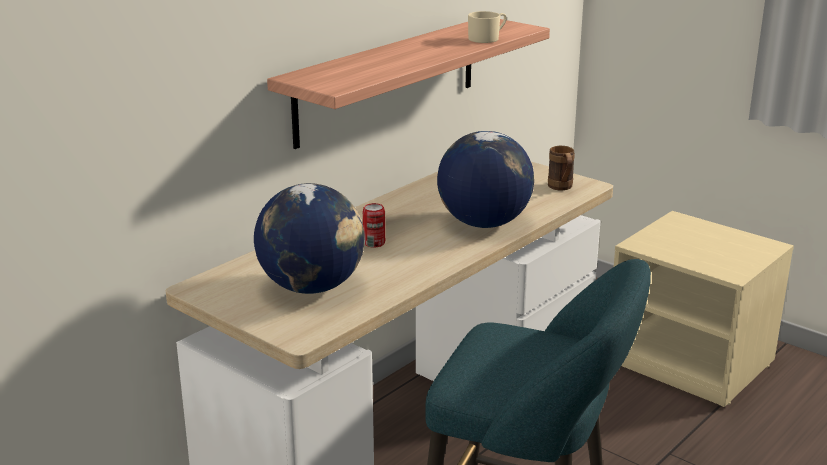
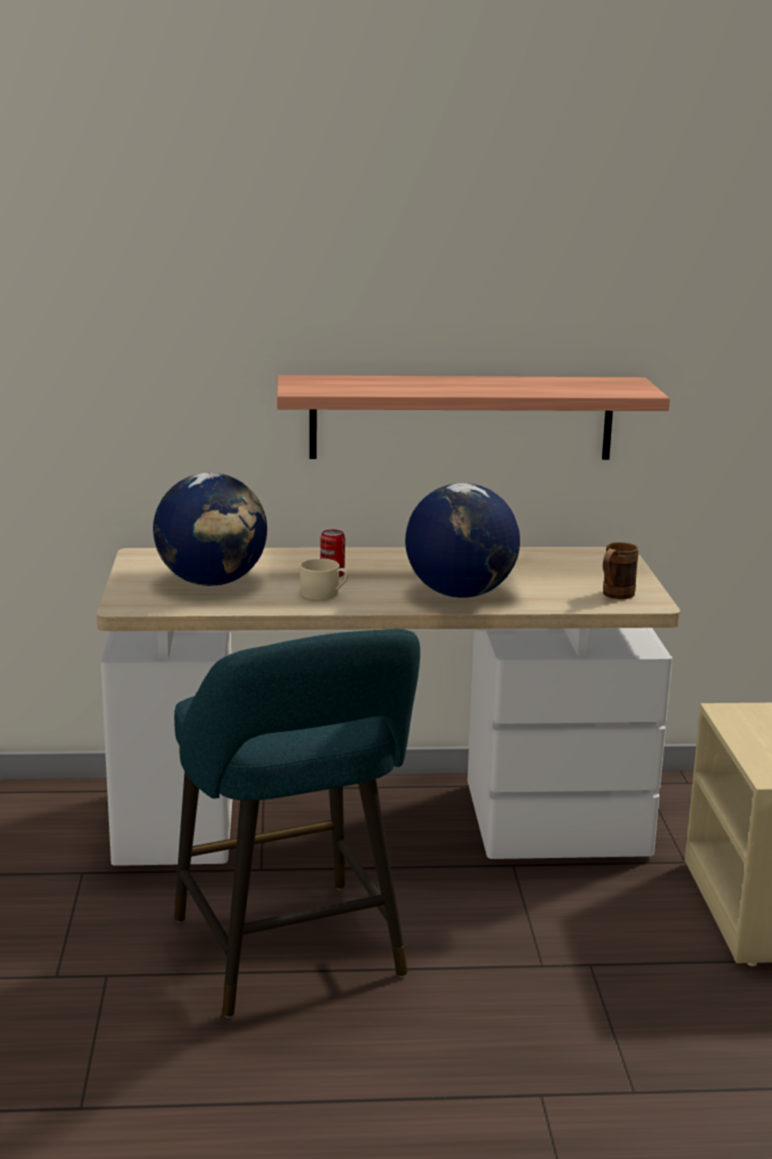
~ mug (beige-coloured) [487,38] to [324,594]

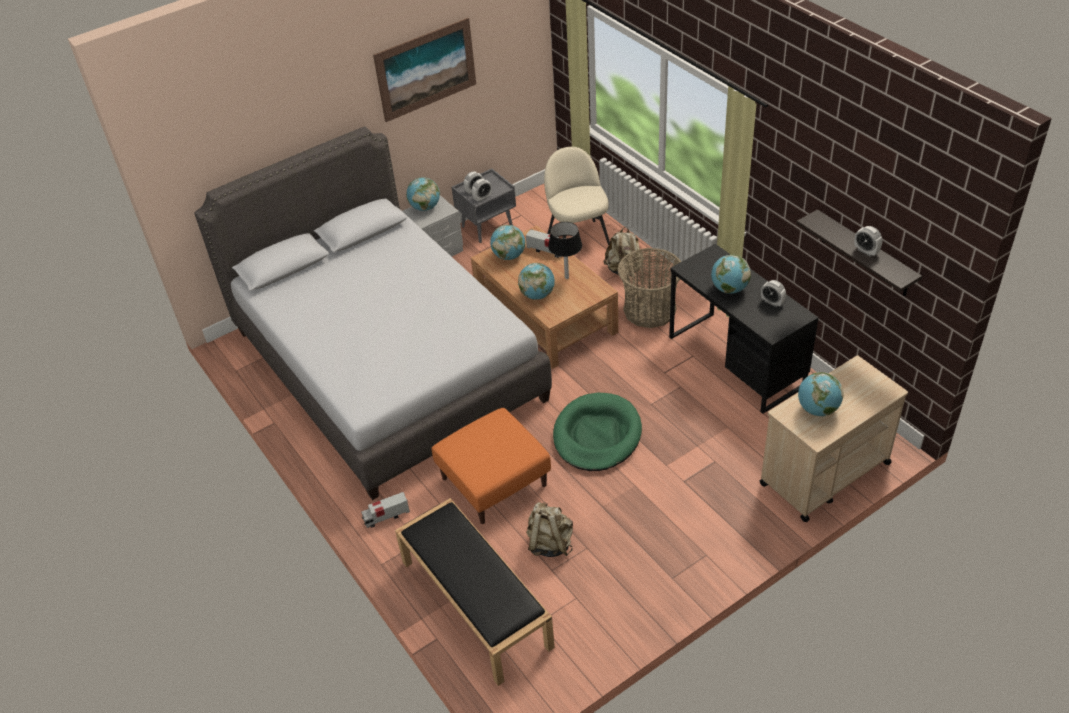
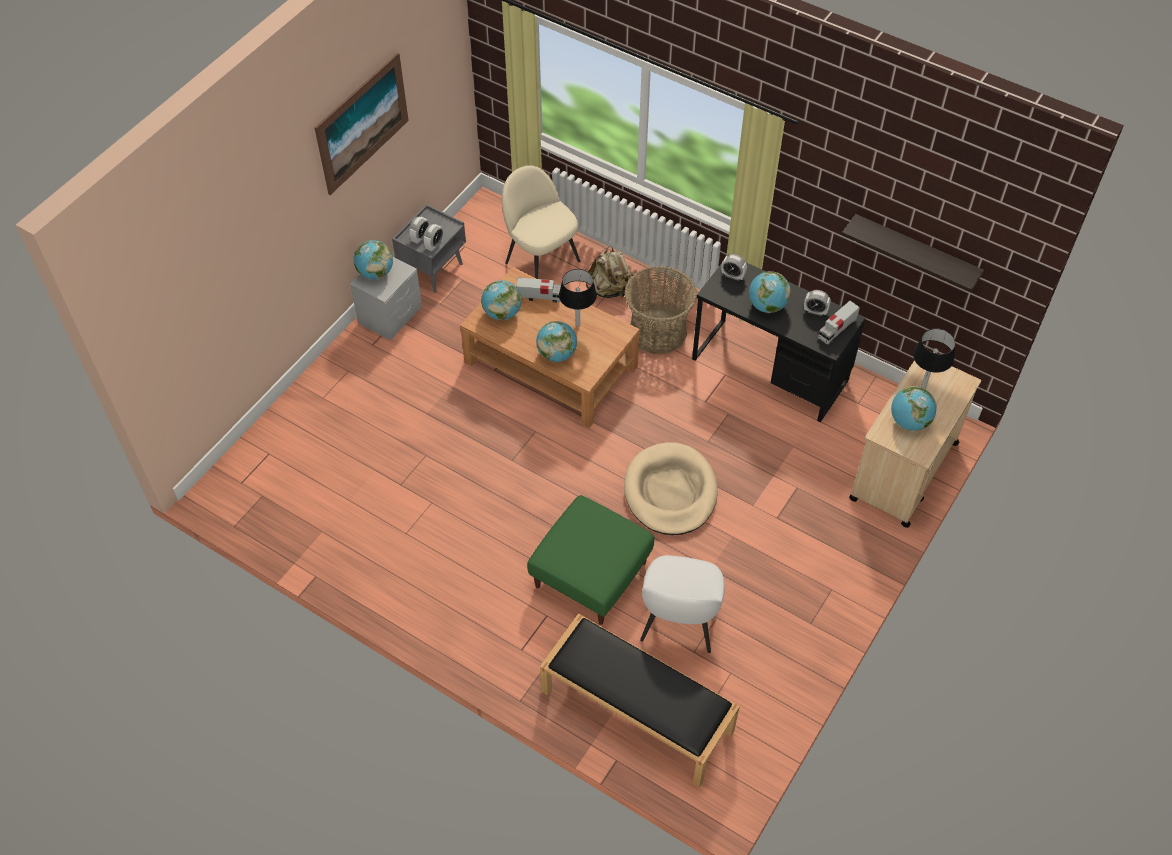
- bed (gray) [387,365]
+ tabletop lamp (black) [923,387]
~ model truck [386,517] to [836,330]
~ alarm clock [866,251] to [733,275]
~ knapsack (beige-coloured) [550,543] to chair (whitish) [678,624]
~ footrest (orange-coloured) [494,481] to footrest (green) [590,573]
~ pet bed (green) [597,435] to pet bed (beige-coloured) [670,492]

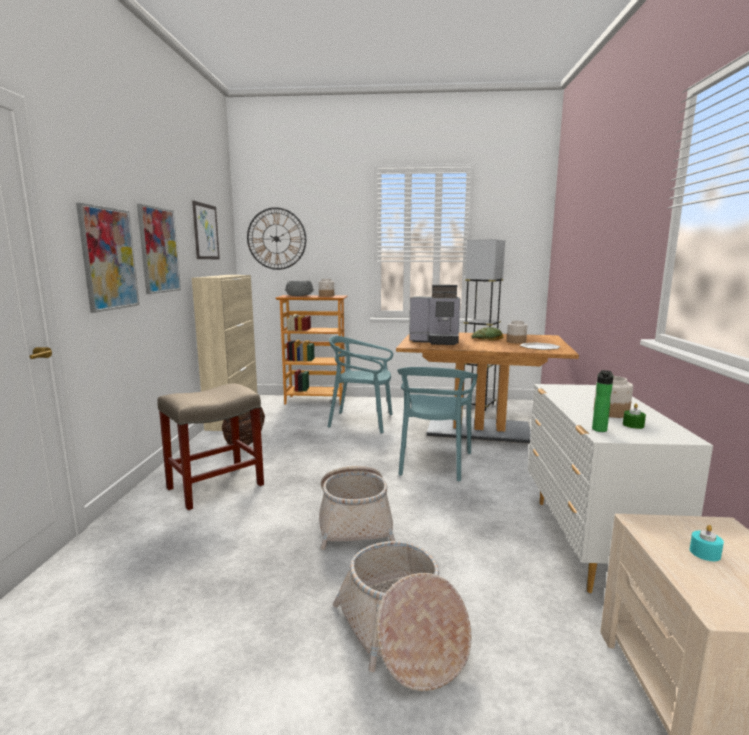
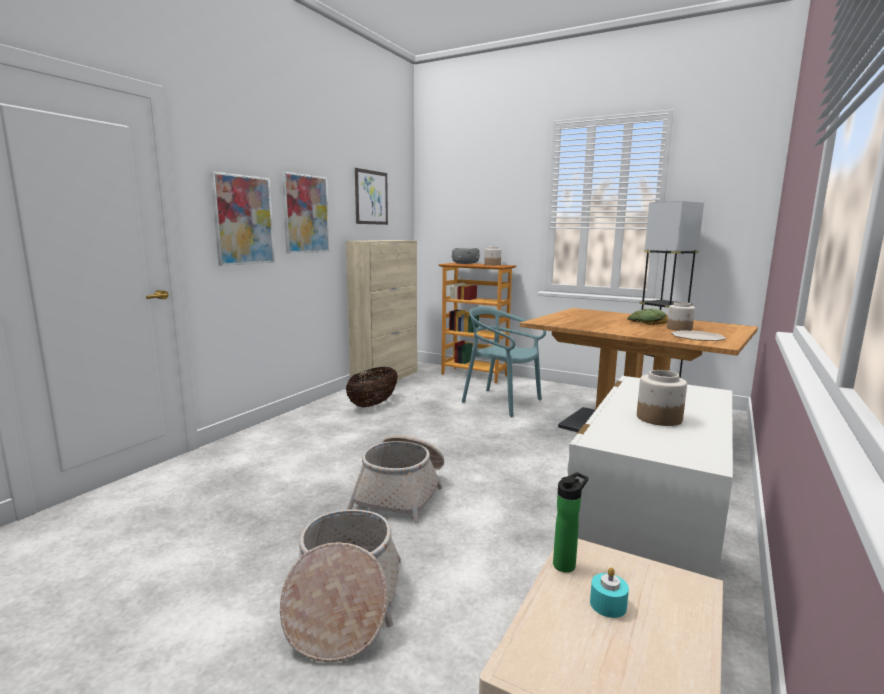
- sitting stool (beige-coloured) [216,486]
- clock on the wall [276,239]
- chair (turquoise) [433,462]
- coffee brewer [436,341]
- wax light (green) [633,425]
~ drink bottle [599,429] to [566,564]

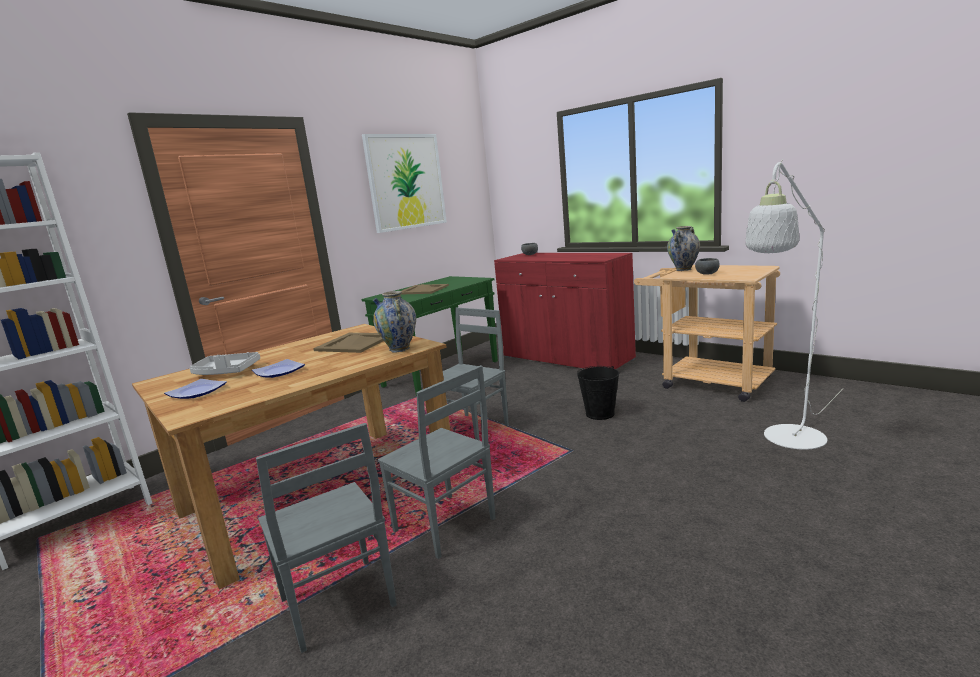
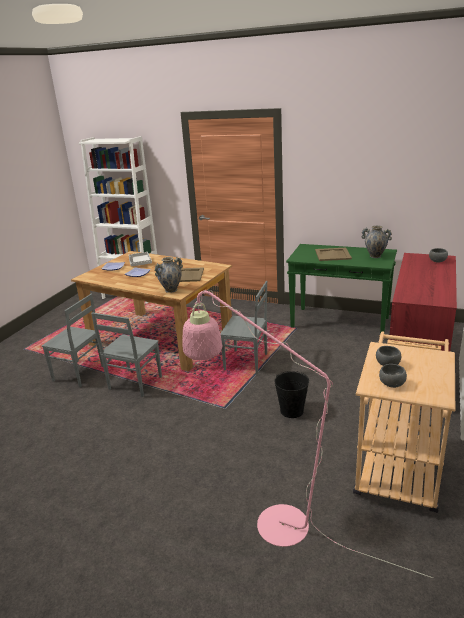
- picture [406,182]
+ serving bowl (gray) [391,383]
~ decorative vase [683,269] to [375,256]
~ standing lamp (whitish) [789,442] to standing lamp (pinkish) [269,520]
~ chair (gray) [337,605] = [79,374] 105 degrees counterclockwise

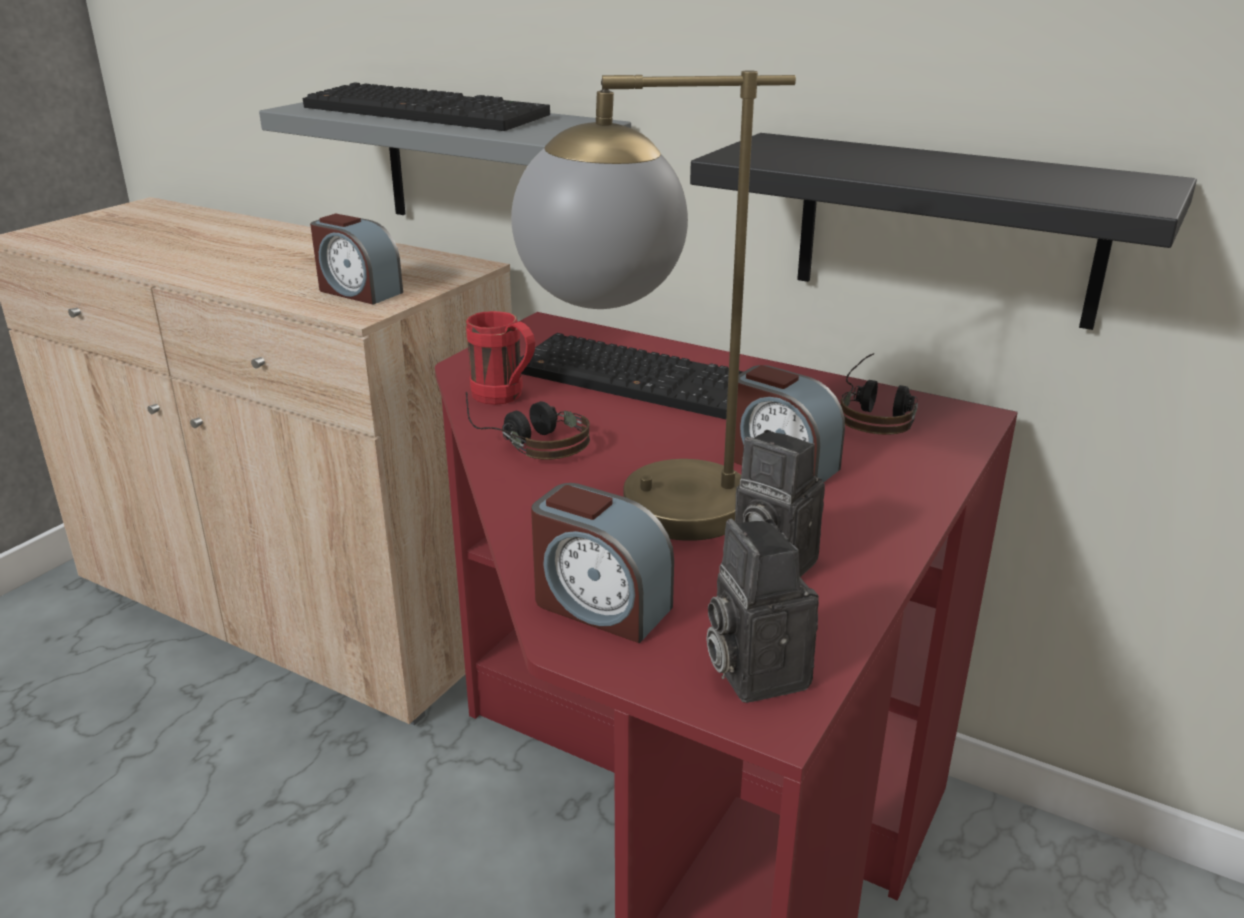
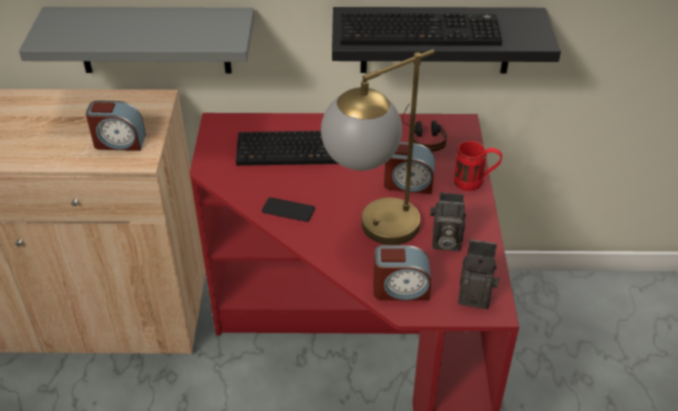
~ keyboard [428,112] to [420,31]
~ mug (reddish) [505,398] to [475,183]
~ headphones [528,440] to handset [288,210]
~ photo camera [753,671] = [476,295] 150 degrees clockwise

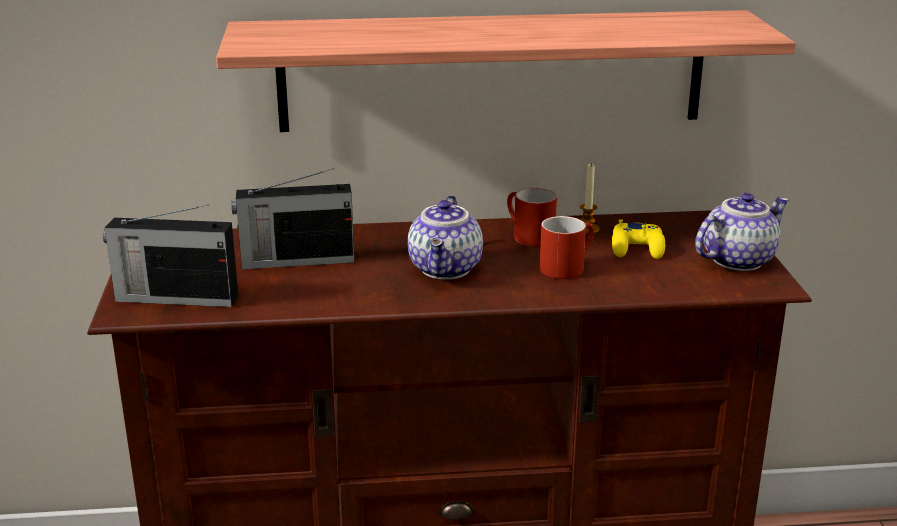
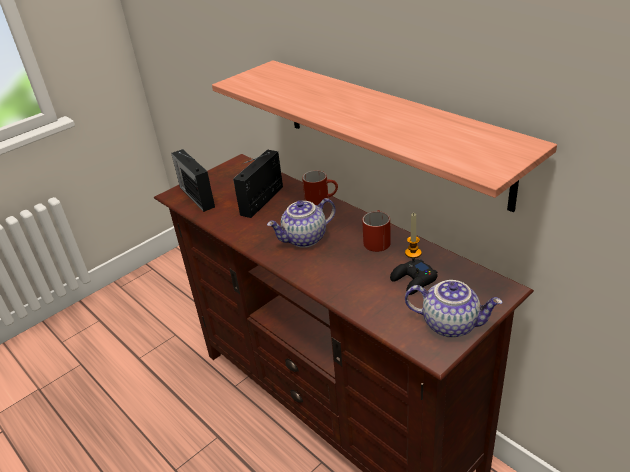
~ mug (reddish) [567,266] to [321,199]
~ joypad (yellow) [637,248] to joypad (black) [413,281]
~ radio set [295,260] = [263,200] 75 degrees clockwise

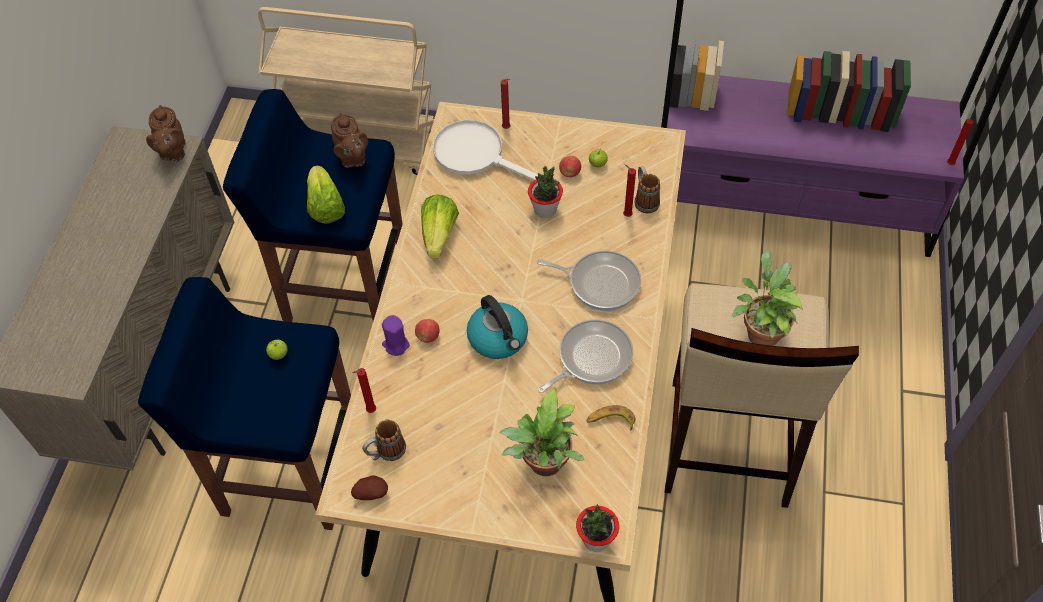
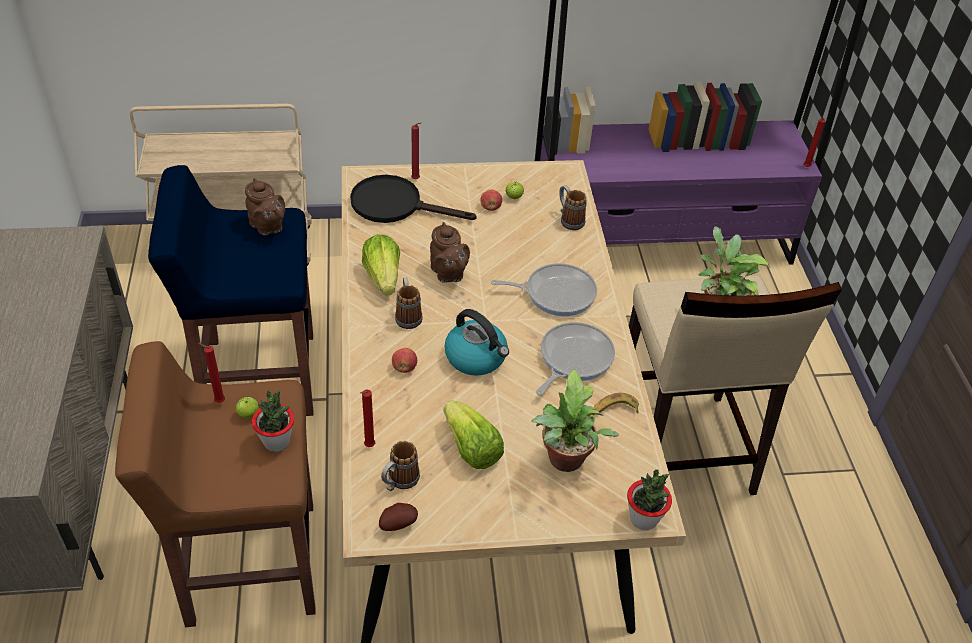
- wax light (purplish) [396,345]
+ mug [407,315]
~ pot for tea (brownish) [172,152] to [448,274]
~ head of lettuce [325,206] to [471,448]
~ houseplant [545,210] to [276,442]
~ wax light (reddish) [626,215] to [218,401]
~ sitting stool (blue-coloured) [288,468] to sitting stool (brownish) [248,563]
~ skillet (whitish) [477,155] to skillet (black) [396,205]

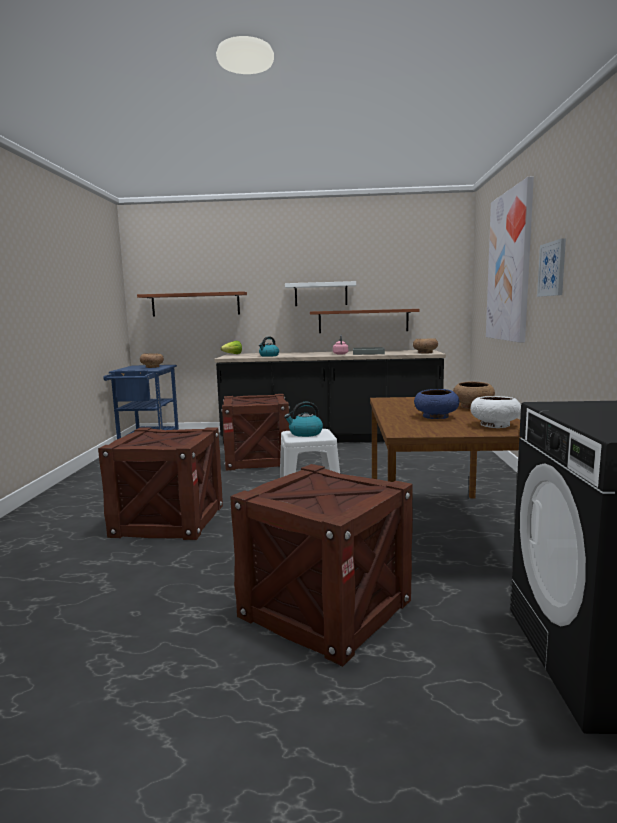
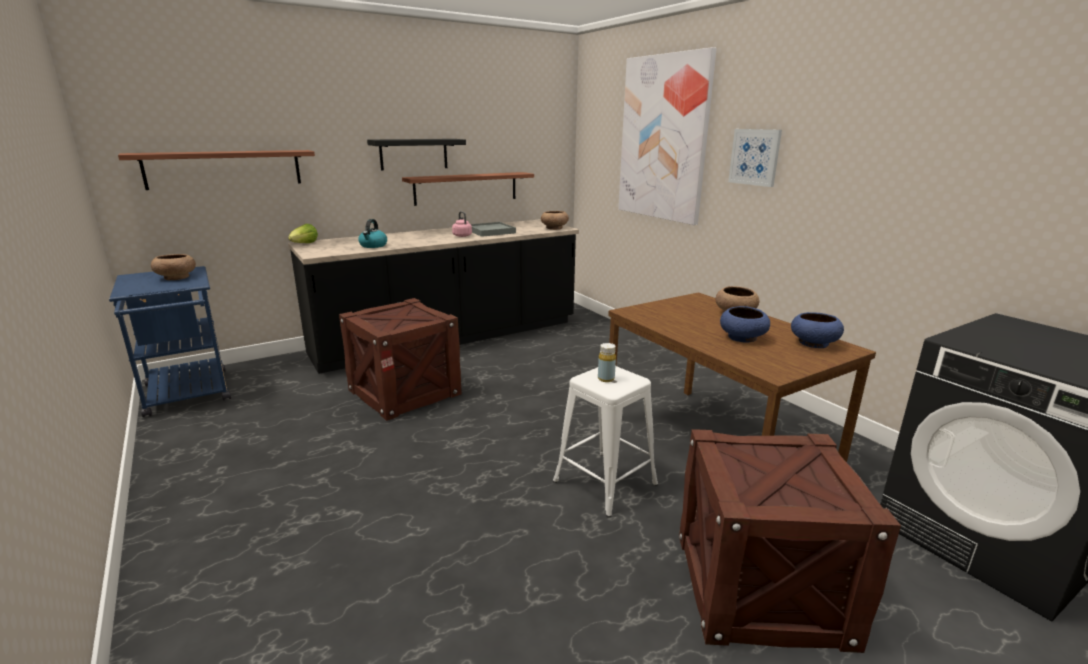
- packing crate [168,520]
~ kettle [305,433] to drink bottle (yellow) [606,379]
~ wall shelf (whitish) [321,294] to wall shelf (black) [414,154]
~ serving bowl (whitish) [494,425] to serving bowl (blue-coloured) [813,343]

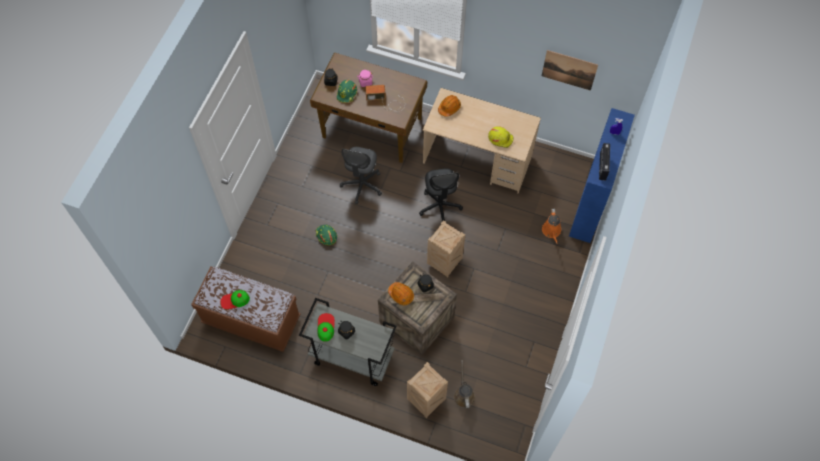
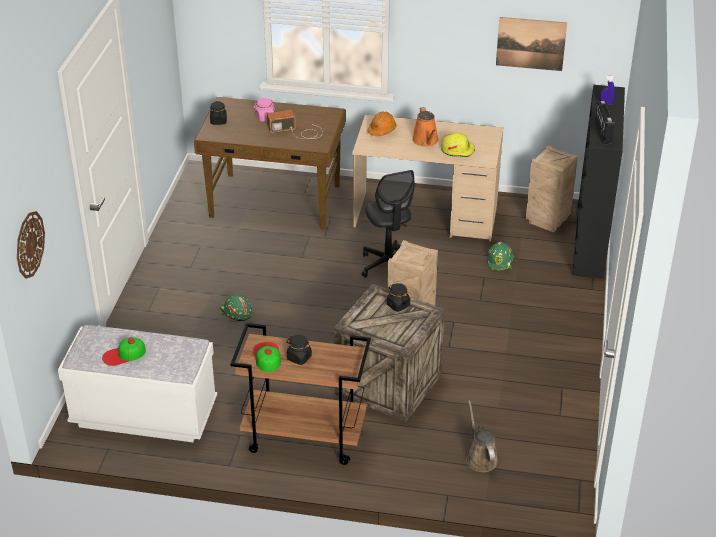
- desk chair (gray) [362,185]
- safety helmet (orange-coloured) [401,295]
+ clock on the wall [29,244]
~ safety helmet (green) [347,93] to [500,262]
~ packing crate [426,401] to [547,221]
~ watering pot (orange-coloured) [551,231] to [426,141]
~ indoor bench (brownish) [251,320] to indoor bench (whitish) [144,415]
~ trolley (gray) [351,357] to trolley (brownish) [303,437]
~ bookshelf (blue-coloured) [590,205] to bookshelf (black) [590,242]

